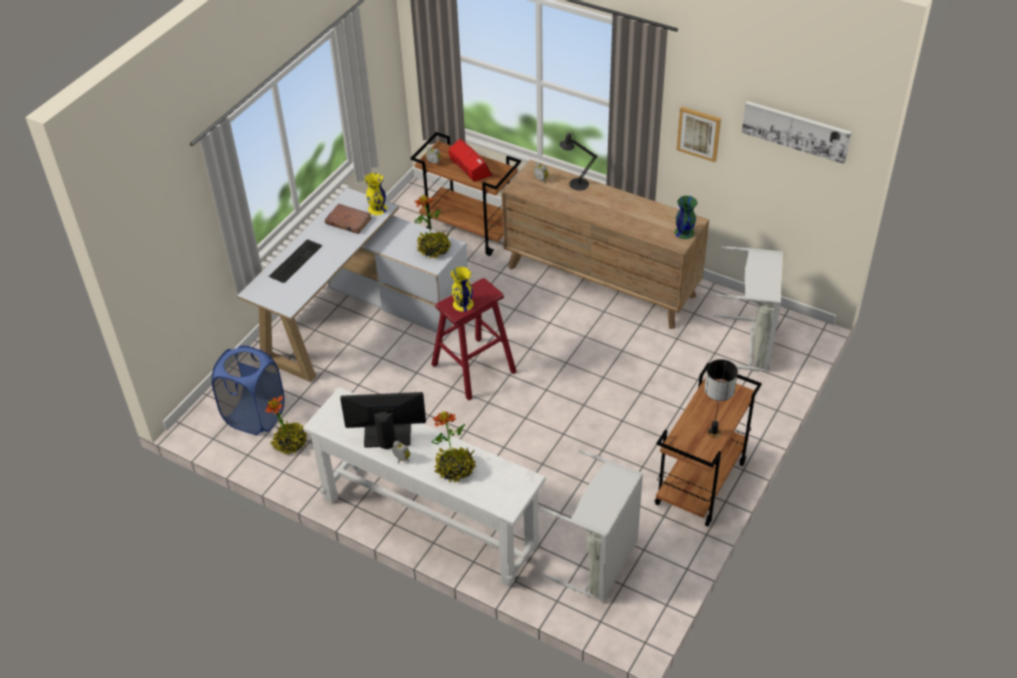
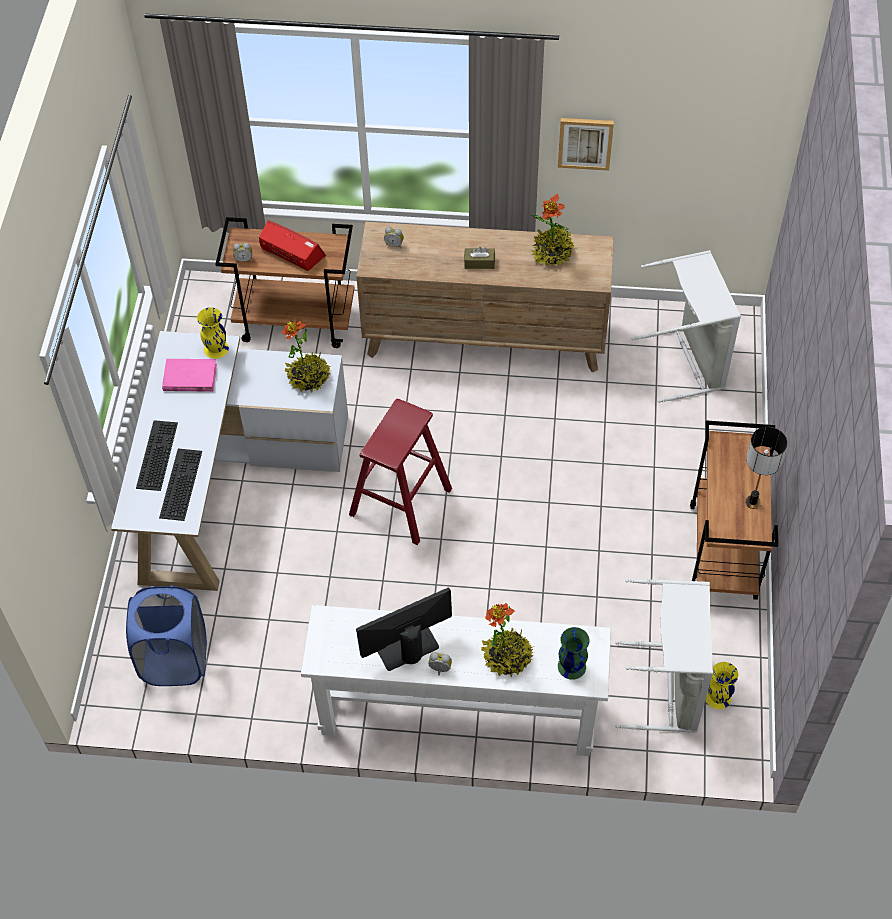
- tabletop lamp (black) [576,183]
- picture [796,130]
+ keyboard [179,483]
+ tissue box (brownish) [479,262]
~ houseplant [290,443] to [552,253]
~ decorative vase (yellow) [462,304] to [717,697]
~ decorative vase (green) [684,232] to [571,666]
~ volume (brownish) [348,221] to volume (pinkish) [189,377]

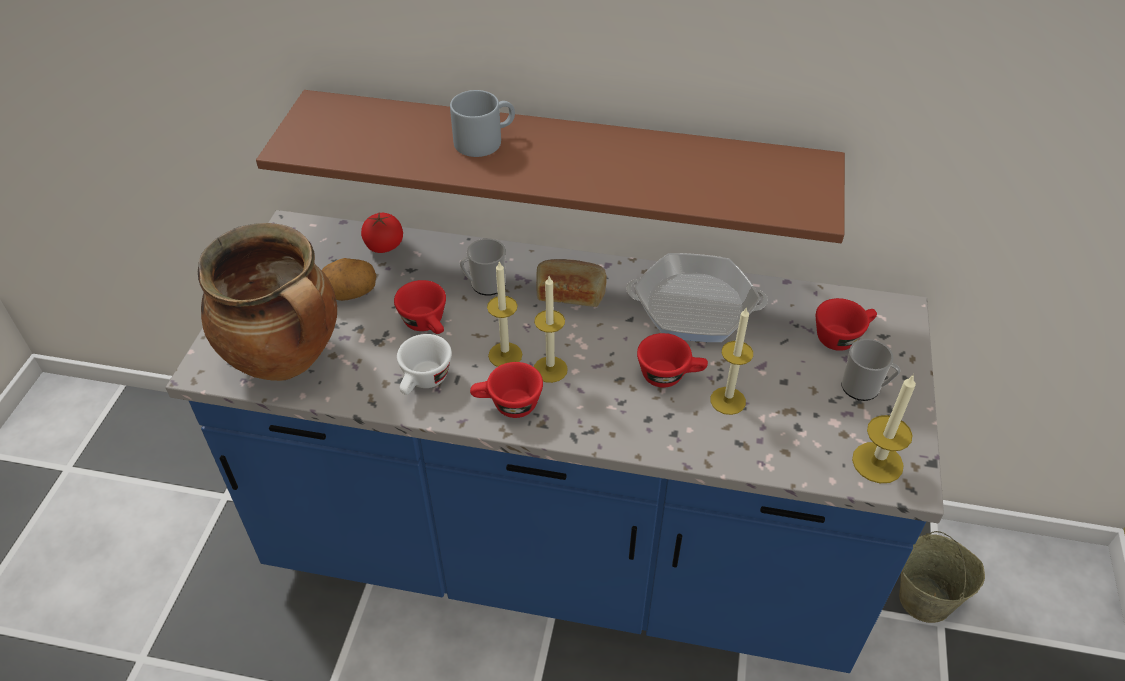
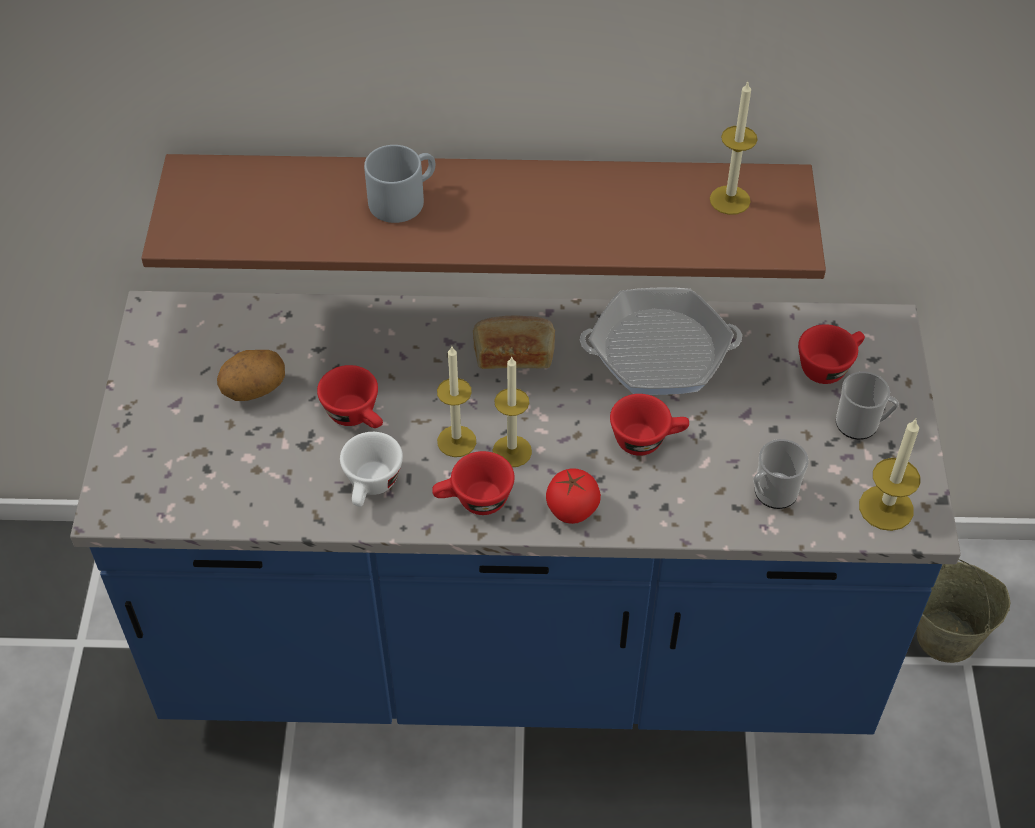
- saucepot [288,360]
~ fresh tomato [384,246] to [572,509]
~ mug [484,285] to [771,494]
~ wax light [727,400] to [730,200]

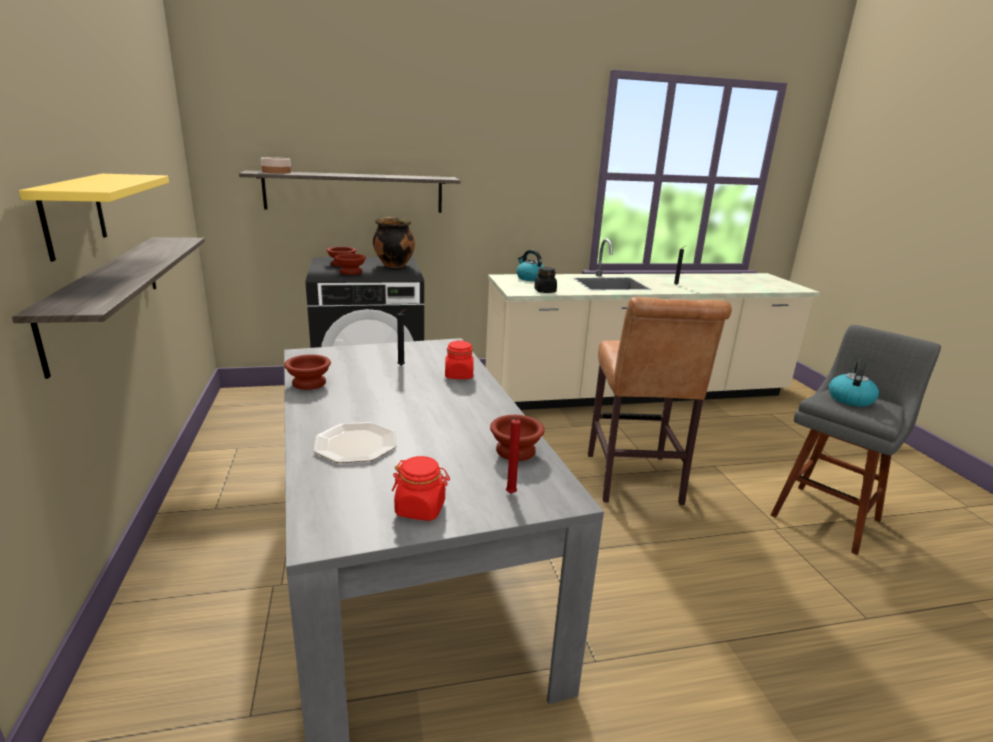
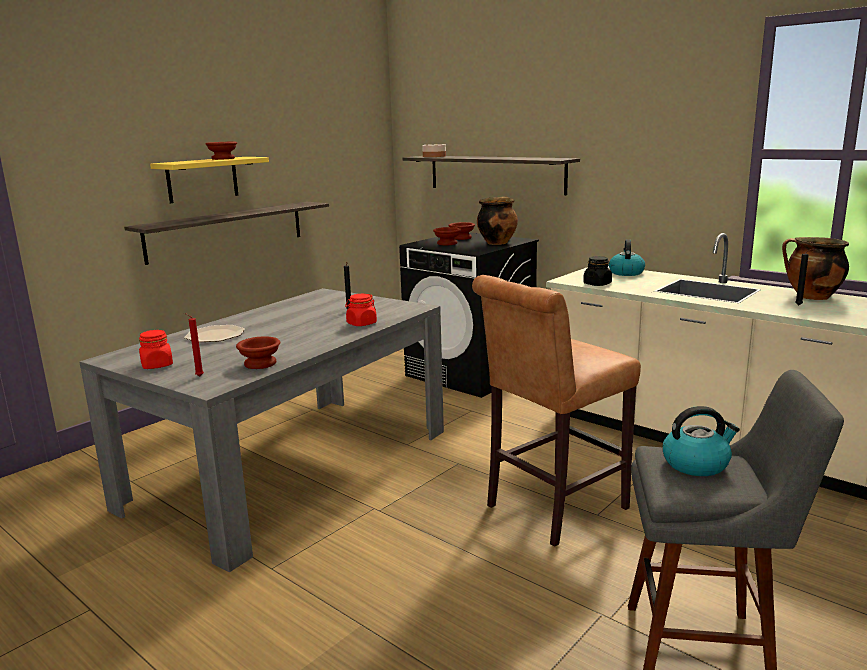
+ saucepot [811,297]
~ serving bowl (brownish) [310,383] to [222,159]

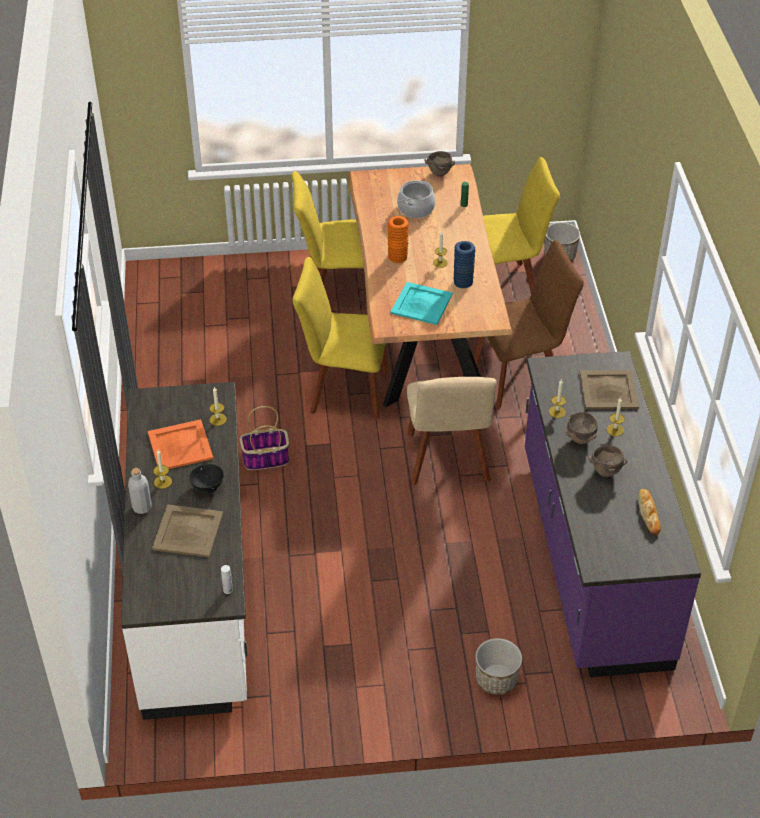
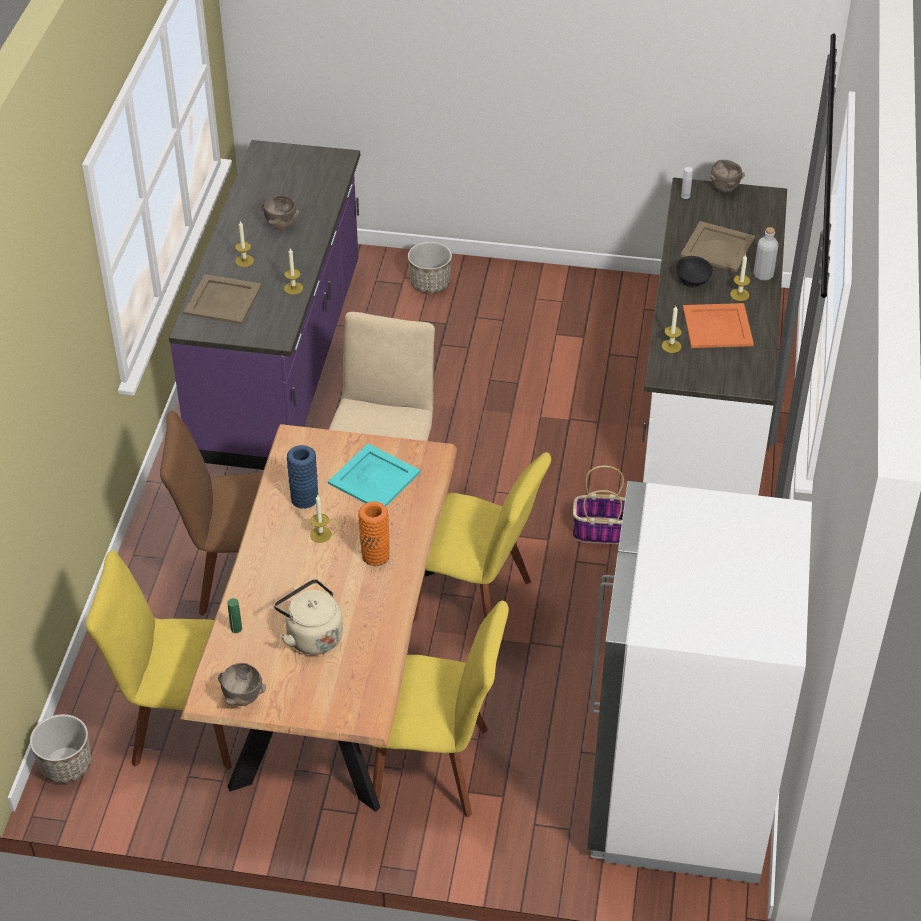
- bakery bread [648,514]
+ fridge (whitish) [679,790]
~ serving bowl (brownish) [580,439] to [724,190]
~ saucepot [416,209] to kettle (beige-coloured) [312,635]

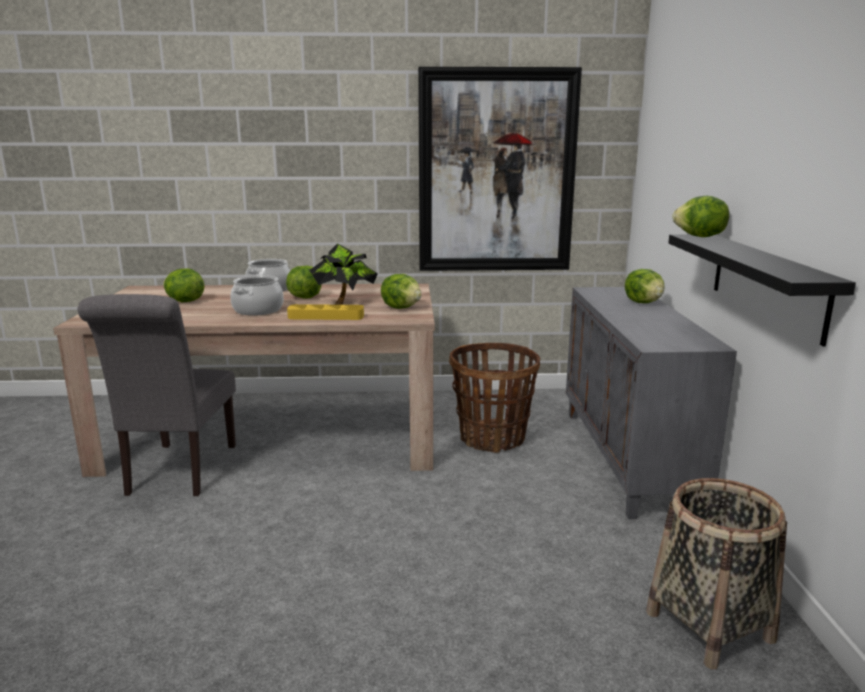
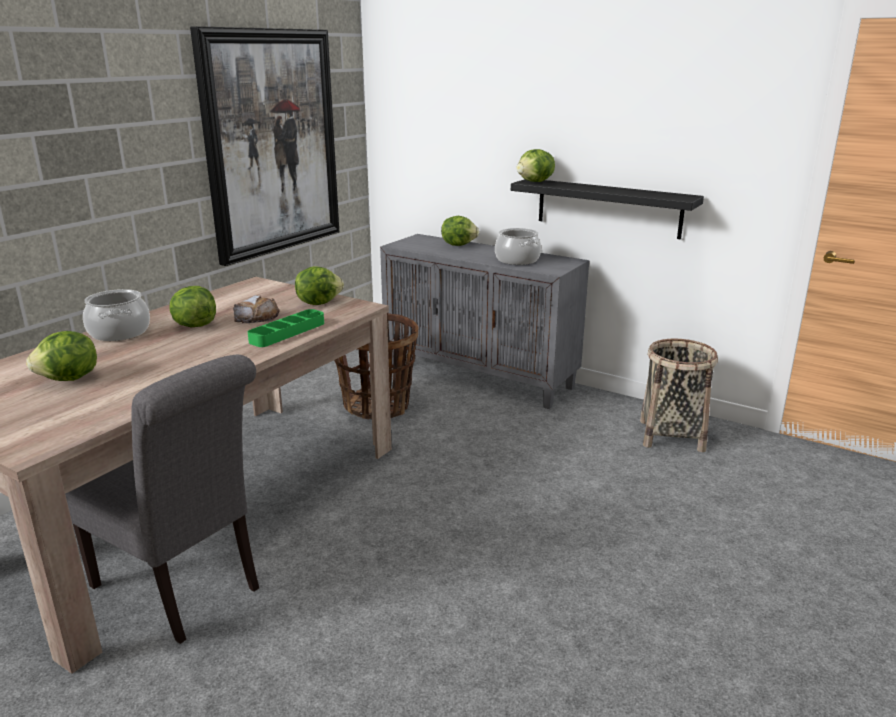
~ saucepot [258,310] to [517,260]
~ houseplant [344,303] to bakery bread [256,317]
~ tray (yellow) [326,316] to tray (green) [287,332]

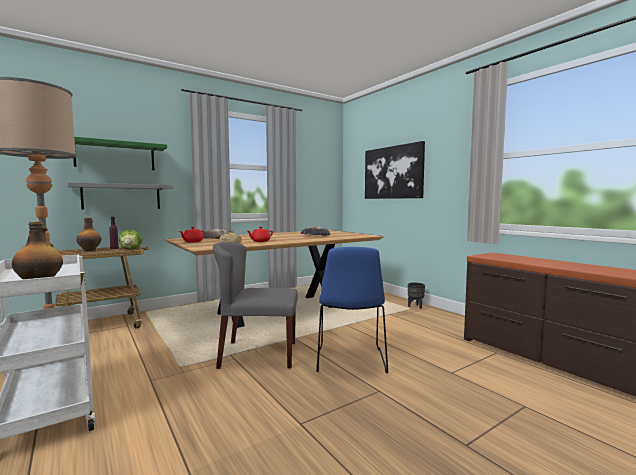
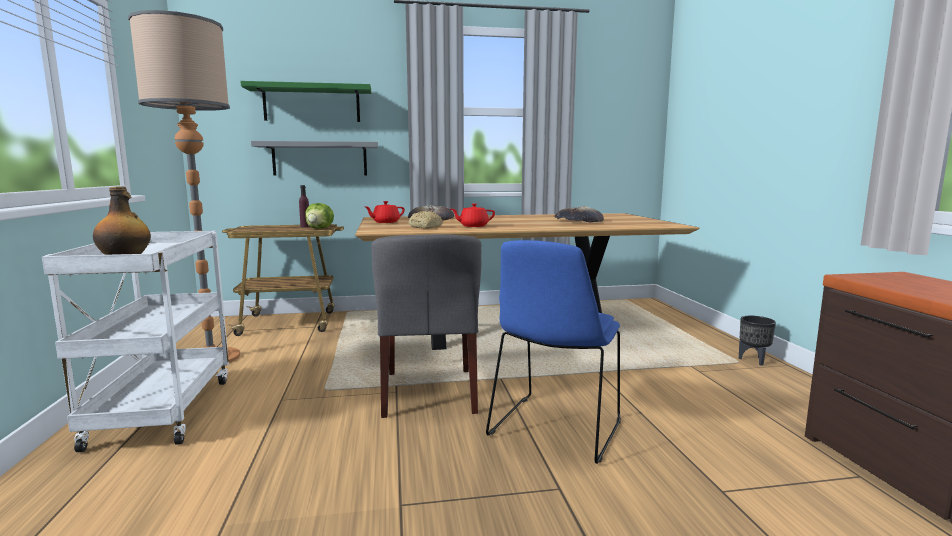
- drink bottle [90,250]
- picture [393,172]
~ chair (gray) [258,354] = [430,392] 120 degrees counterclockwise

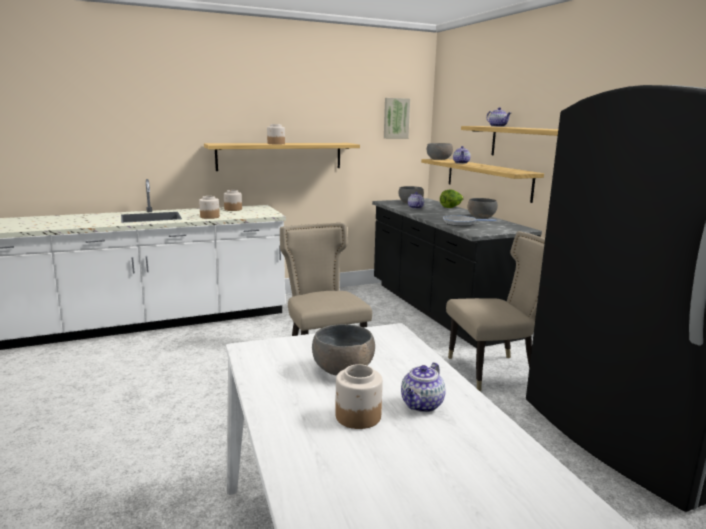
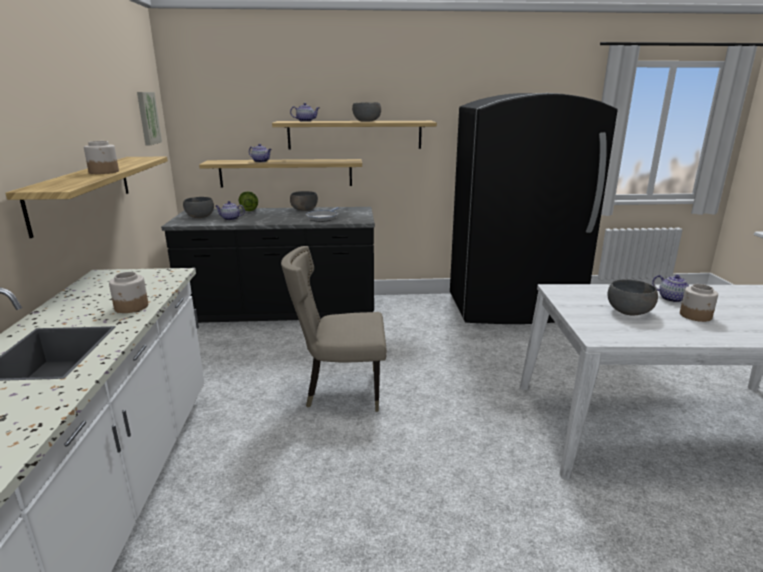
- preserve jar [233,209]
- chair (beige-coloured) [495,371]
~ serving bowl (gray) [439,159] to [367,121]

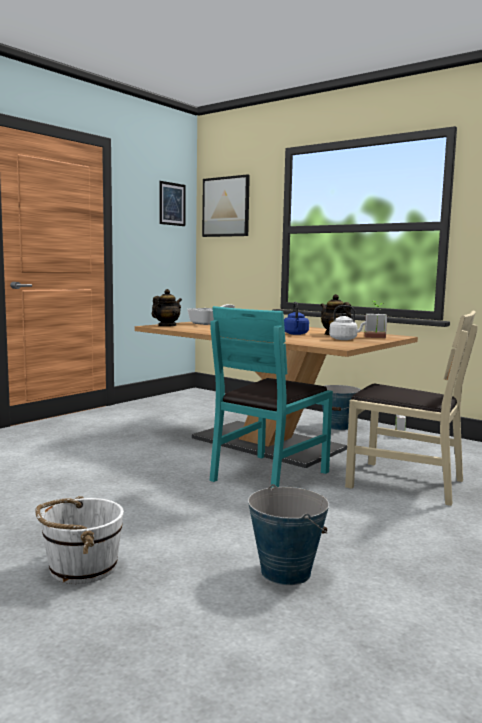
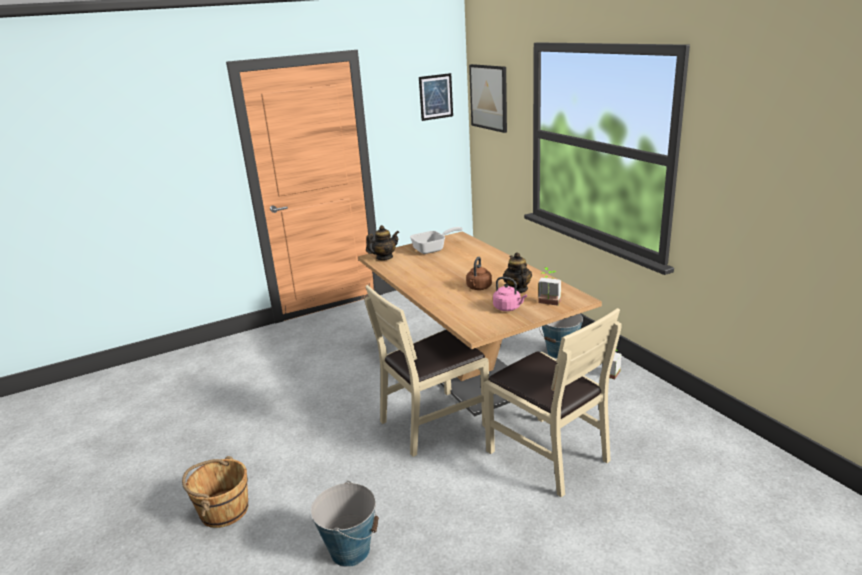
~ pail (whitish) [82,567] to pail (brownish) [223,510]
~ chair (turquoise) [269,475] to chair (beige-coloured) [433,422]
~ kettle (blue-coloured) [296,334] to kettle (brownish) [478,288]
~ kettle (whitish) [344,339] to kettle (pinkish) [508,308]

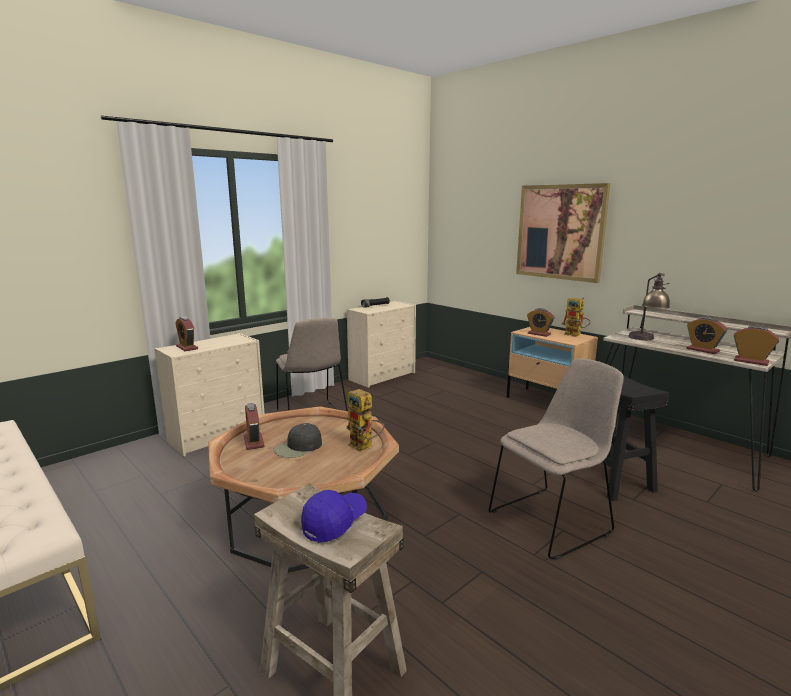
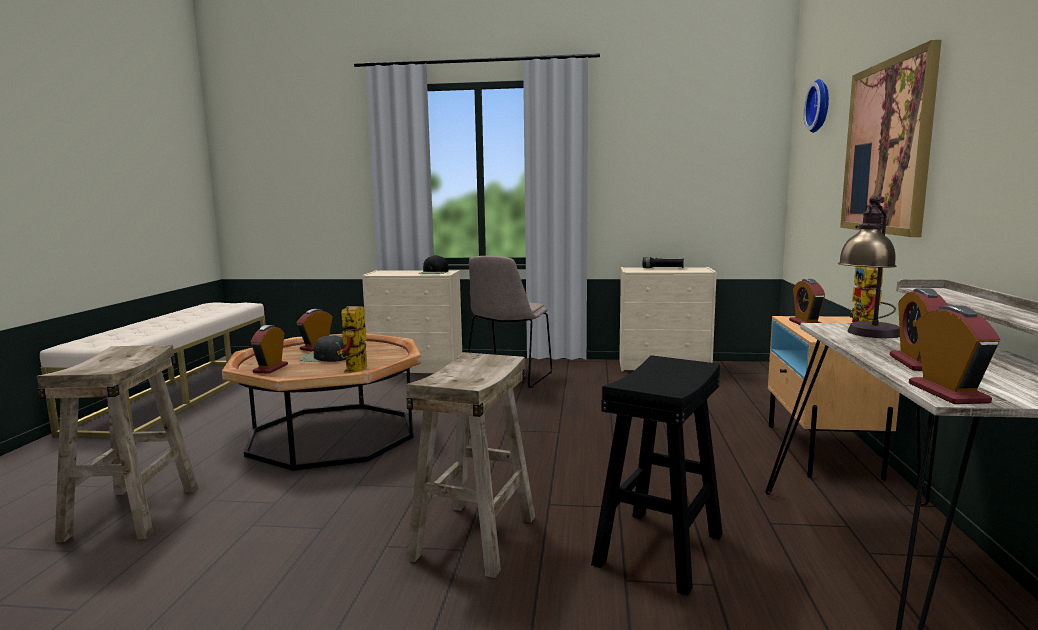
- cap (blue-coloured) [334,523]
+ cap (black) [434,272]
+ clock on the wall [821,106]
~ alarm clock [187,347] to [270,368]
~ chair (beige-coloured) [552,521] to sitting stool (beige-coloured) [475,537]

